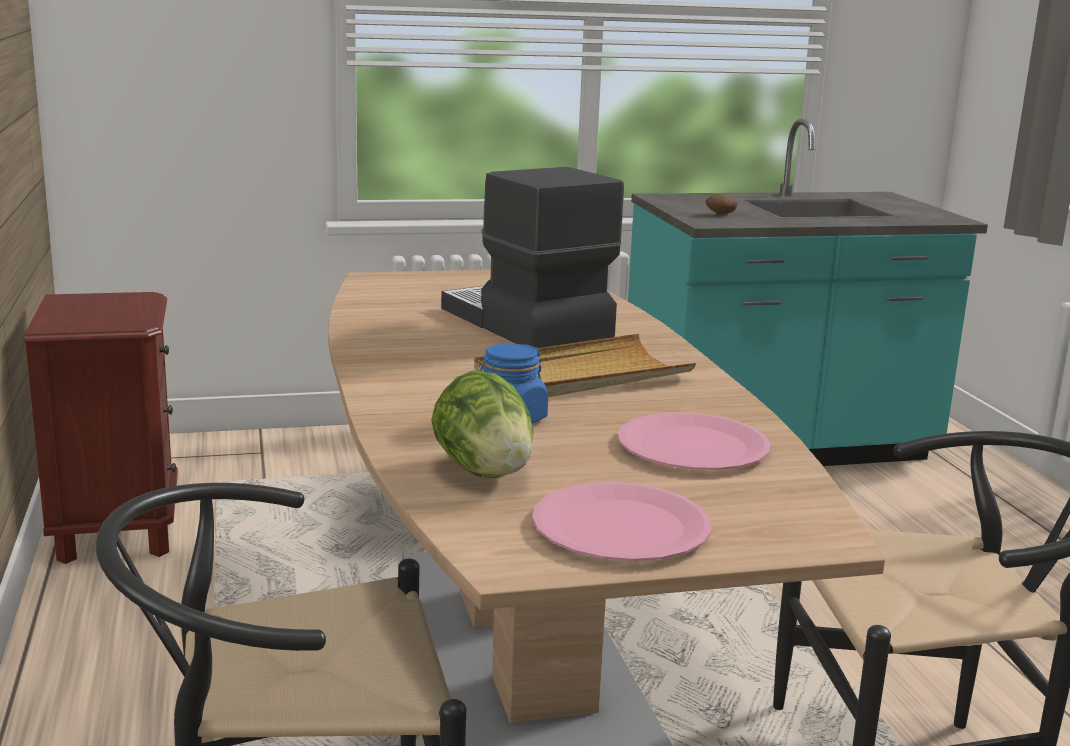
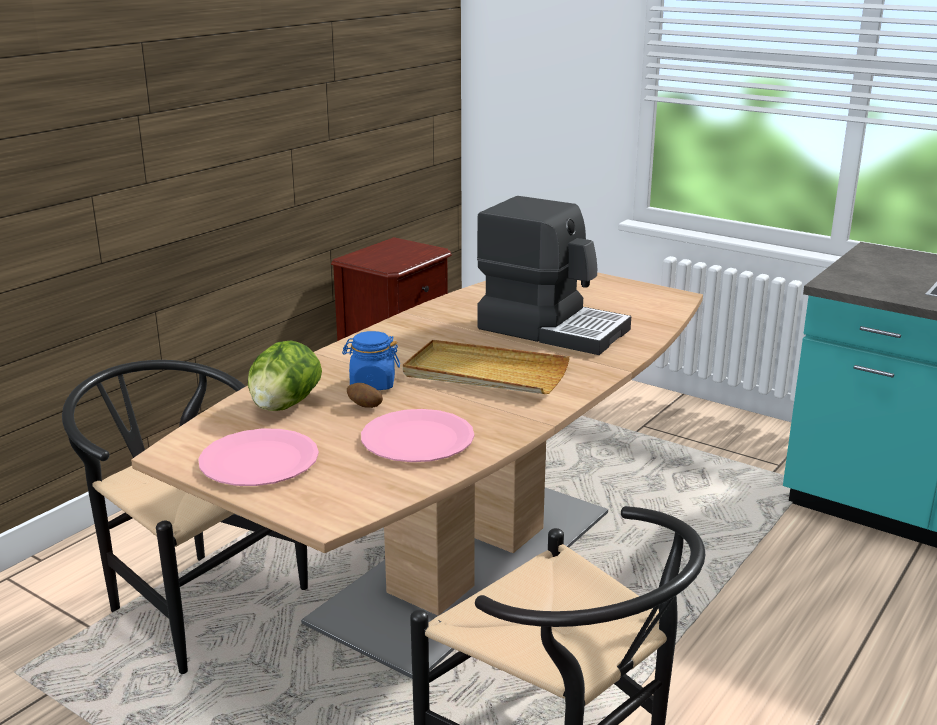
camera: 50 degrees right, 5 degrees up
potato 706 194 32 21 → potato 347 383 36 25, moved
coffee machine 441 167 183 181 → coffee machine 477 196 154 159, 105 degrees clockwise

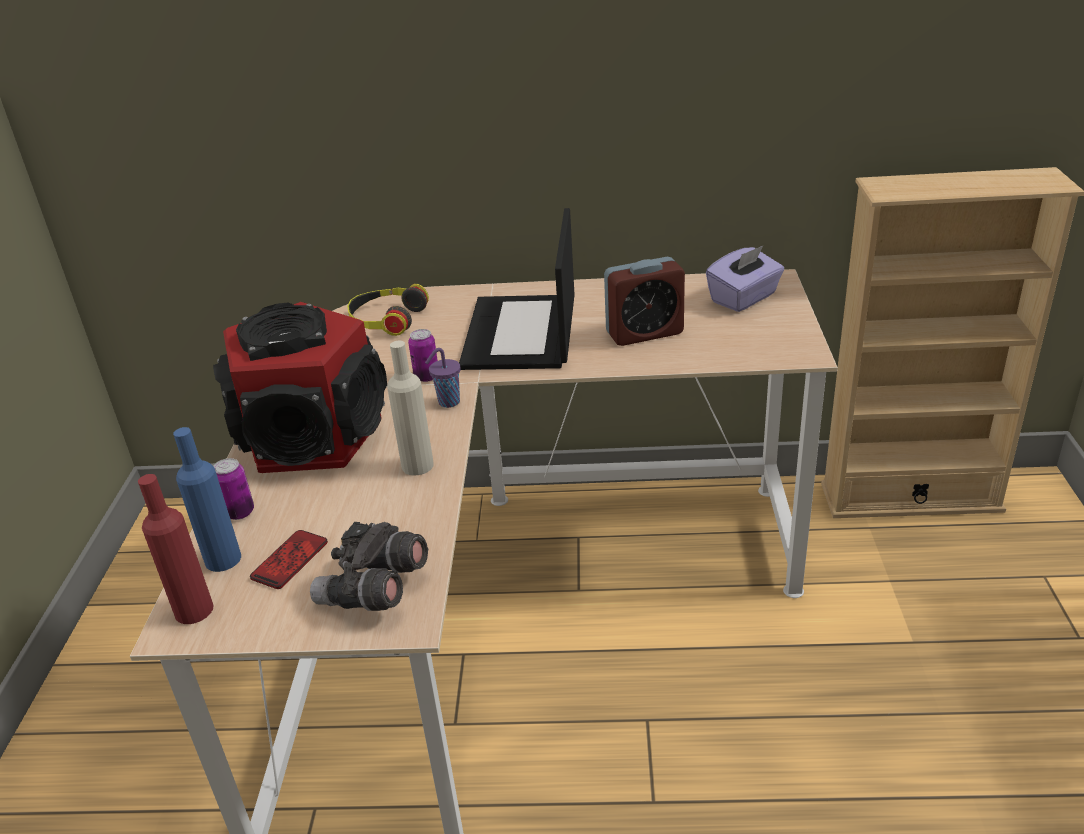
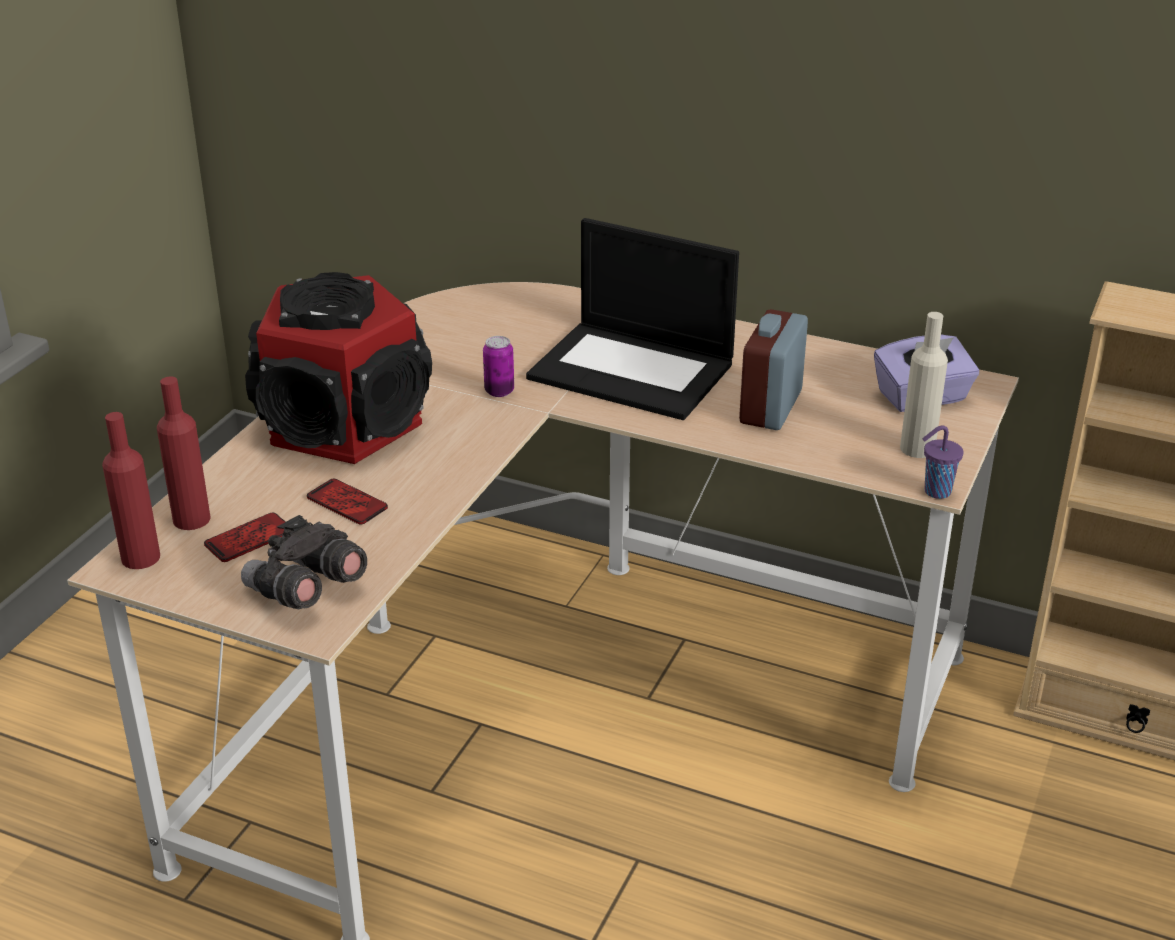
camera: 20 degrees right, 0 degrees up
can 214 458 40 62 → -
pair of headphones 347 284 82 52 → -
- → handset 307 479 81 46
bottle/beige 387 341 47 135 → bottle/beige 900 312 48 146, moved
small cup/purple 425 348 35 60 → small cup/purple 923 425 41 74, moved
bottle/blue-coloured 173 427 68 145 → bottle/reddish 157 377 53 153
notebook computer 459 208 116 162 → notebook computer 526 218 213 202, 90 degrees counterclockwise
bedside clock 604 257 81 89 → bedside clock 739 309 69 121, 105 degrees clockwise

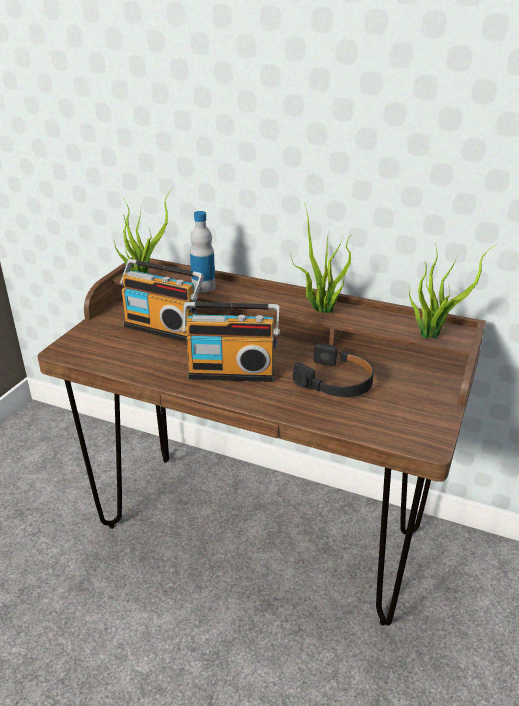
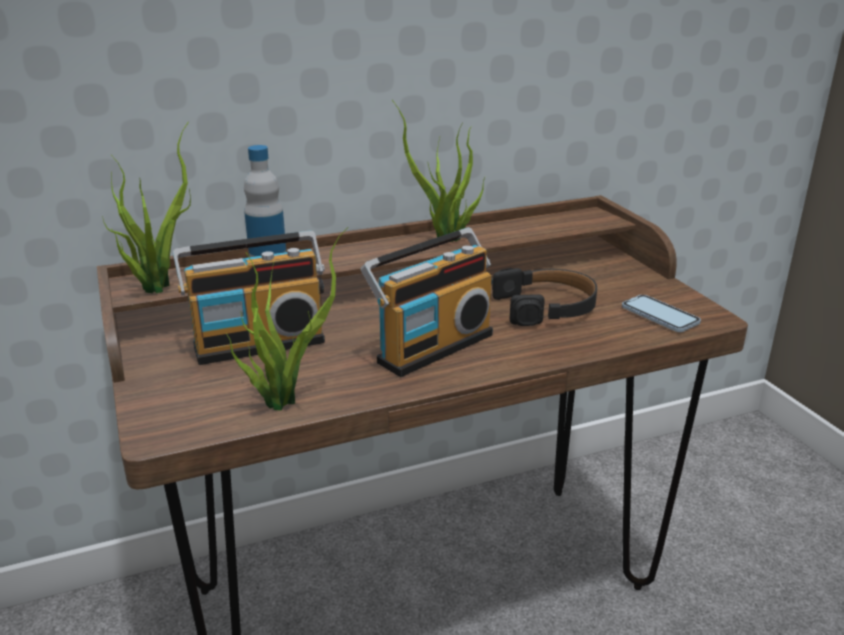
camera: 45 degrees left, 5 degrees down
- → handset 622 295 79 37
plant in a pot 409 243 87 95 → plant in a pot 226 227 122 184, moved

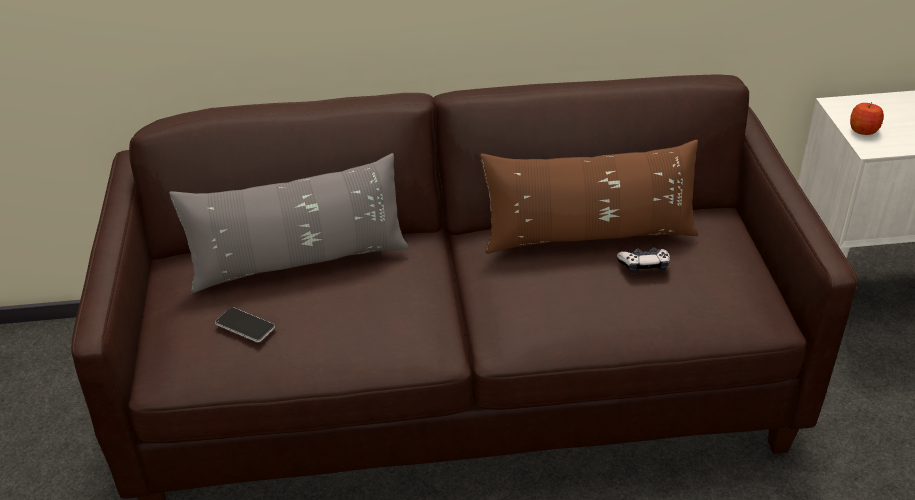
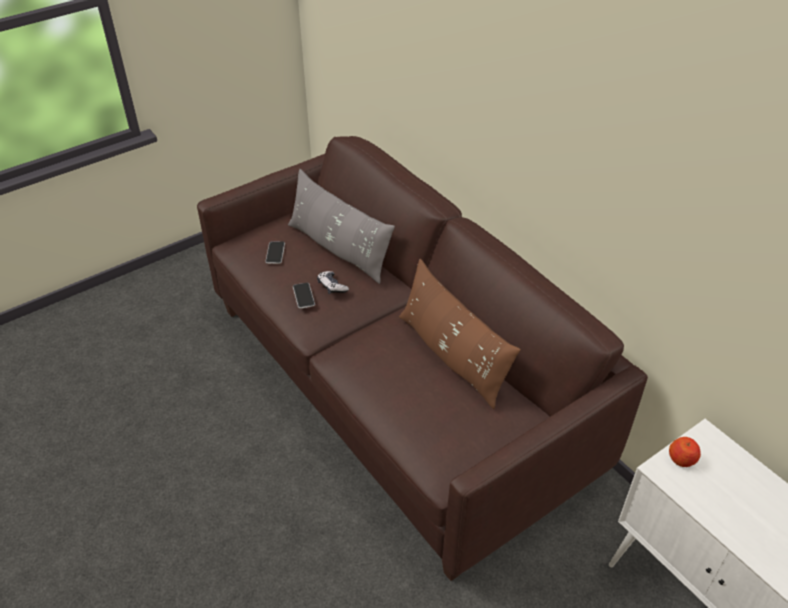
camera: 60 degrees right, 5 degrees up
- → handset 293 283 22 26
game controller 617 248 53 26 → game controller 317 271 32 23, moved

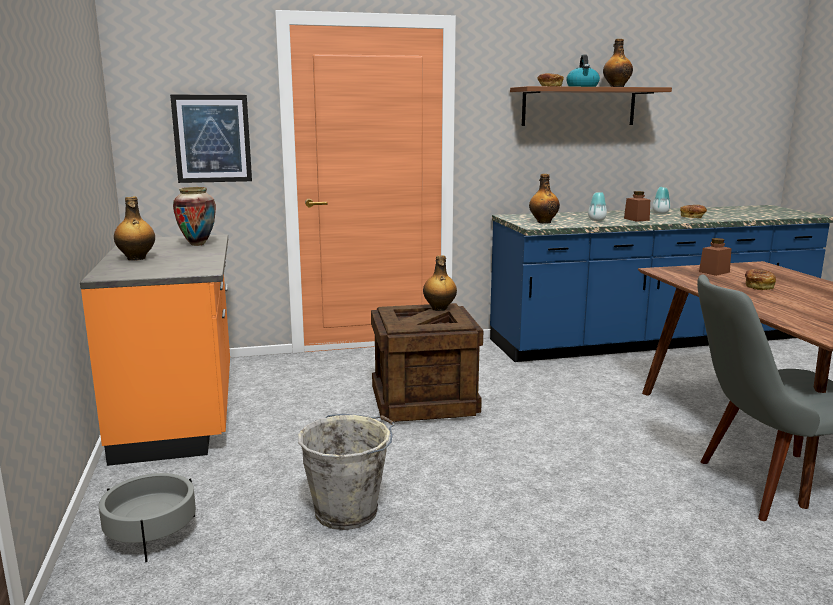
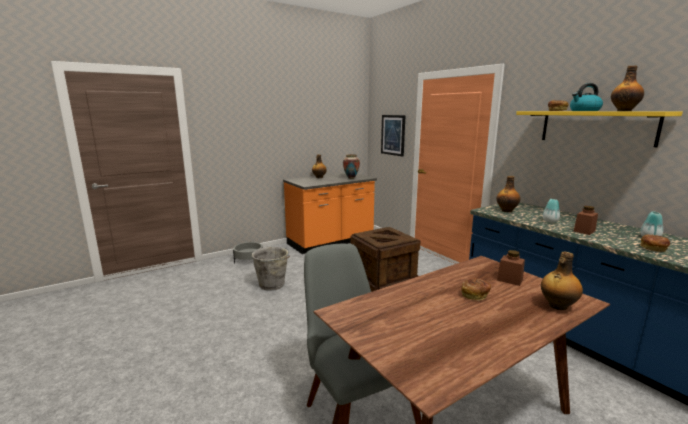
camera: 70 degrees right, 0 degrees up
bottle 423 256 34 55 → bottle 541 251 42 59, moved
bracket shelf/brownish 510 86 162 40 → bracket shelf/yellow-coloured 516 111 167 36

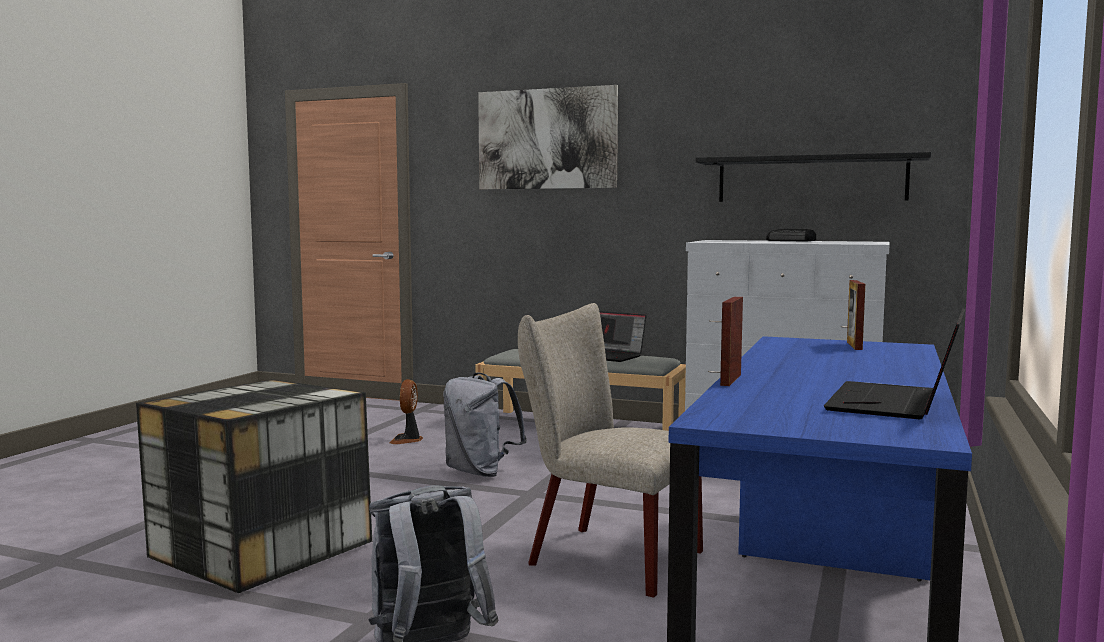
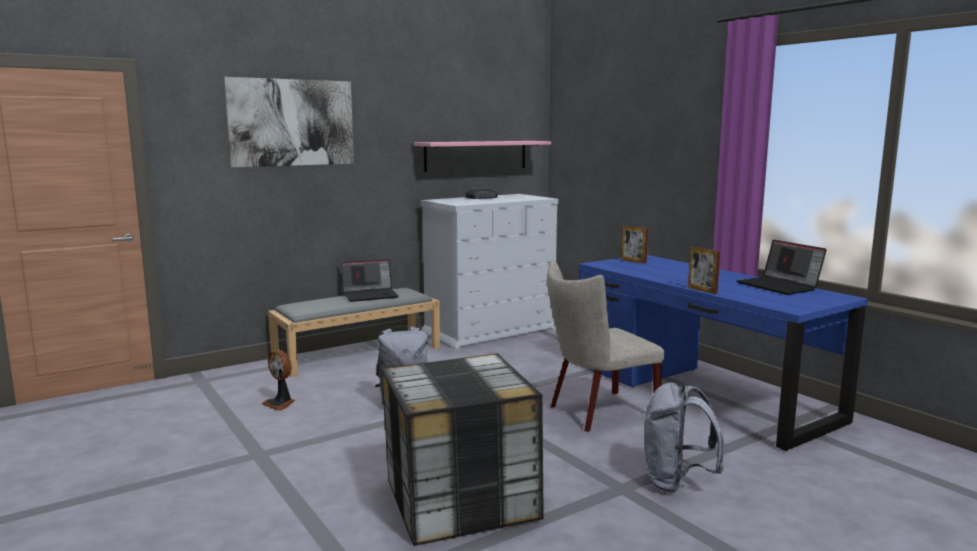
camera: 55 degrees left, 5 degrees up
bracket shelf/black 695 152 236 50 → bracket shelf/pink-coloured 414 141 137 31

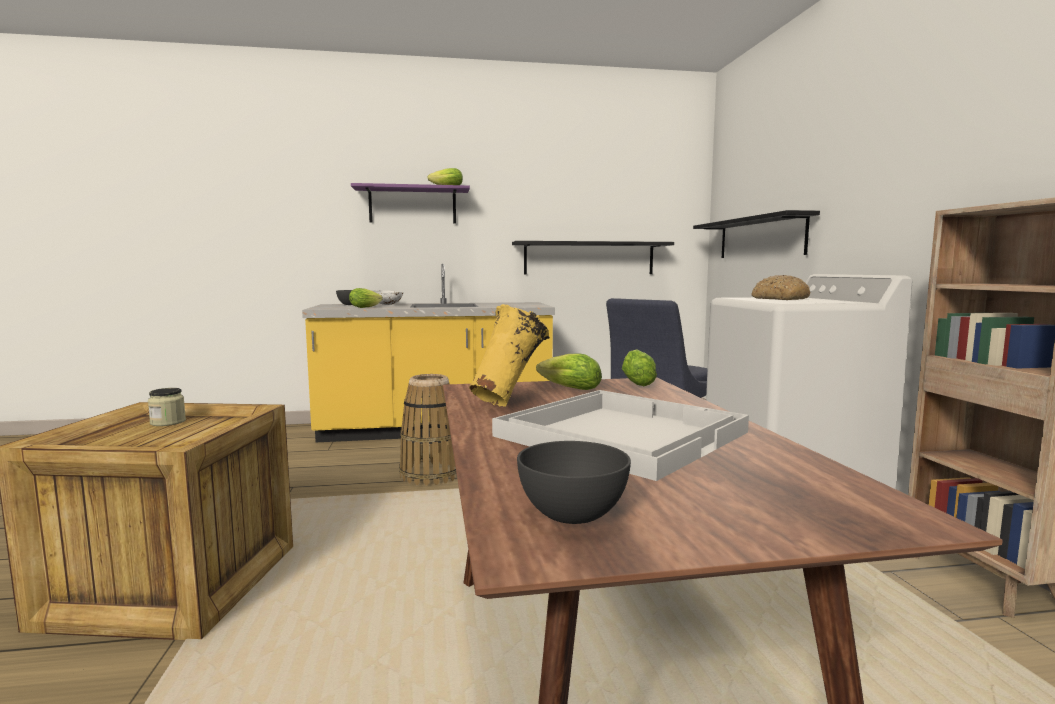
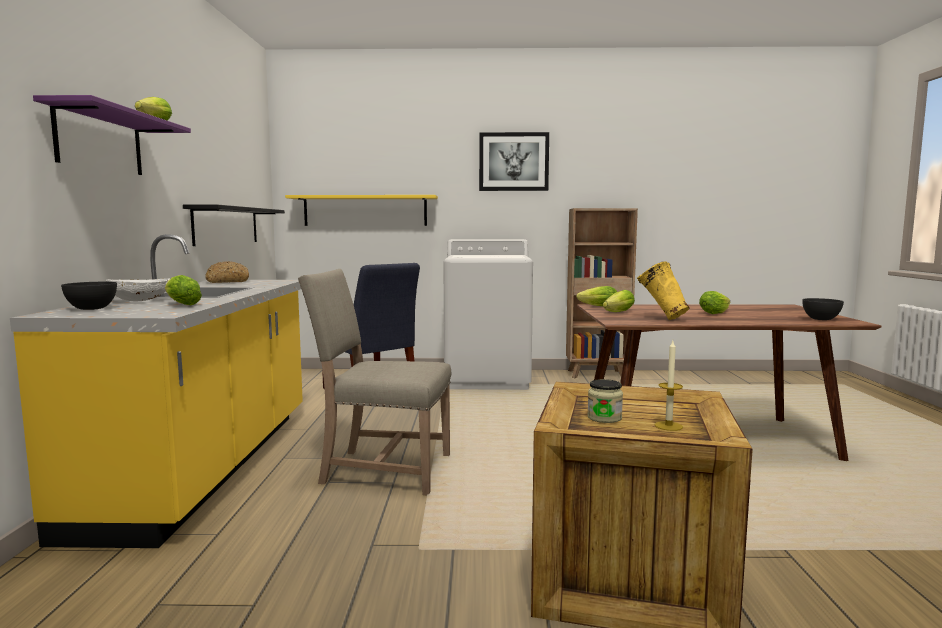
camera: 80 degrees left, 0 degrees up
- → wall picture 479 132 70 59
- → candle 655 341 28 90
bakery bread 751 275 60 25 → bakery bread 205 261 44 22, moved
basket 399 374 57 112 → plain chair/beige 298 269 153 226
tray/whitish 492 390 257 91 → lettuce head 699 291 31 23
bracket shelf/black 693 210 127 48 → bracket shelf/yellow-coloured 285 195 153 31

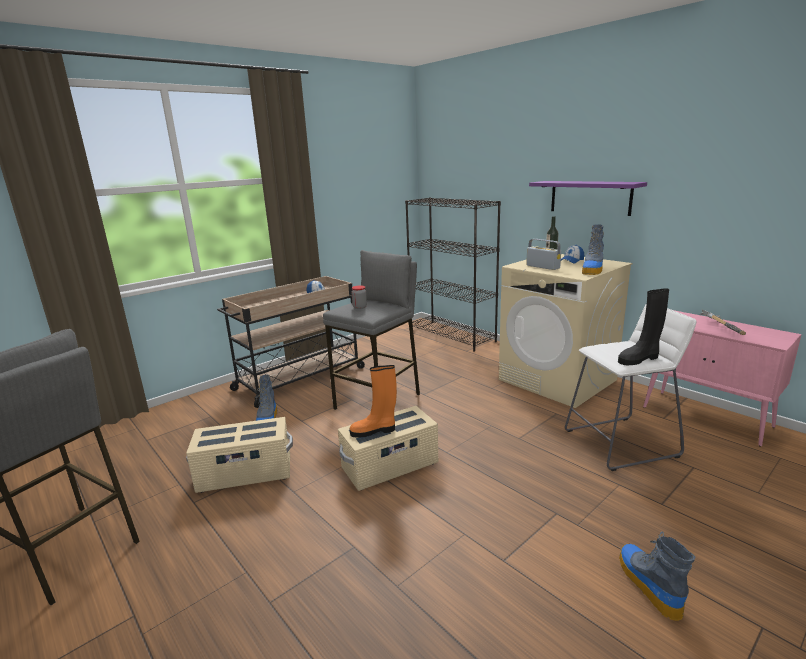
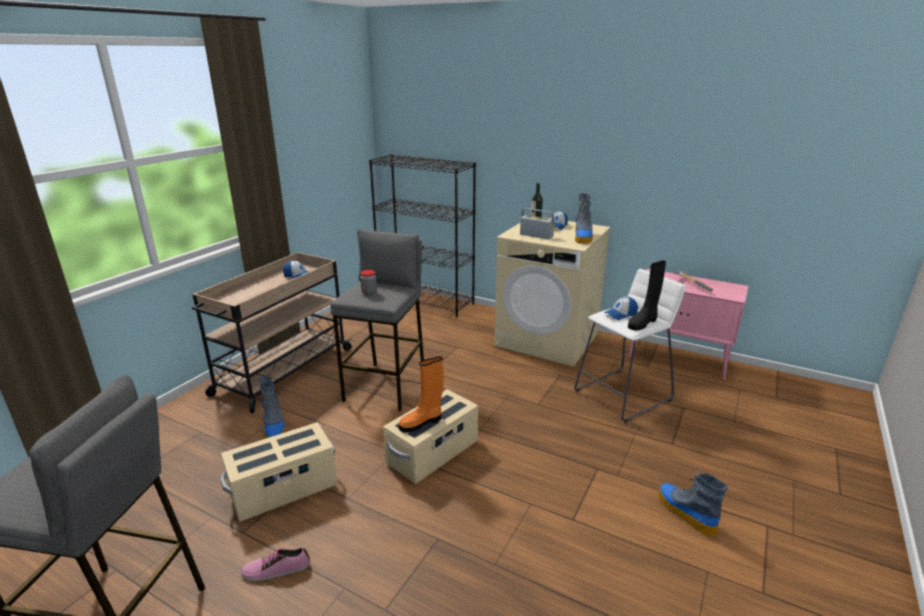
camera: 20 degrees left, 5 degrees up
bracket shelf/purple 529 181 118 35 → -
- → item of footwear 241 547 69 34
- → cap 604 297 34 23

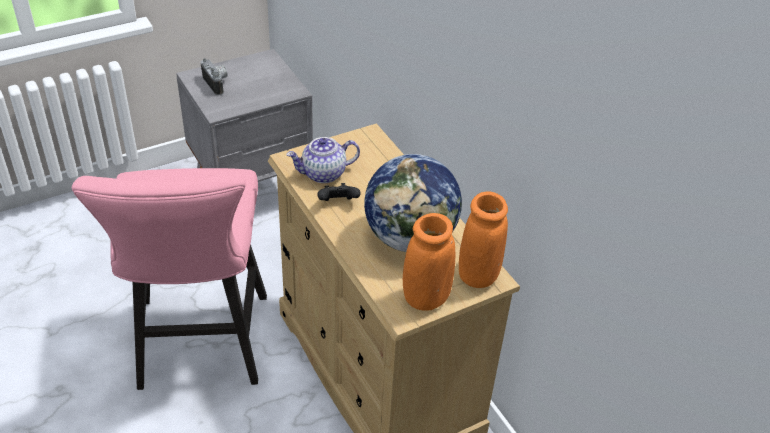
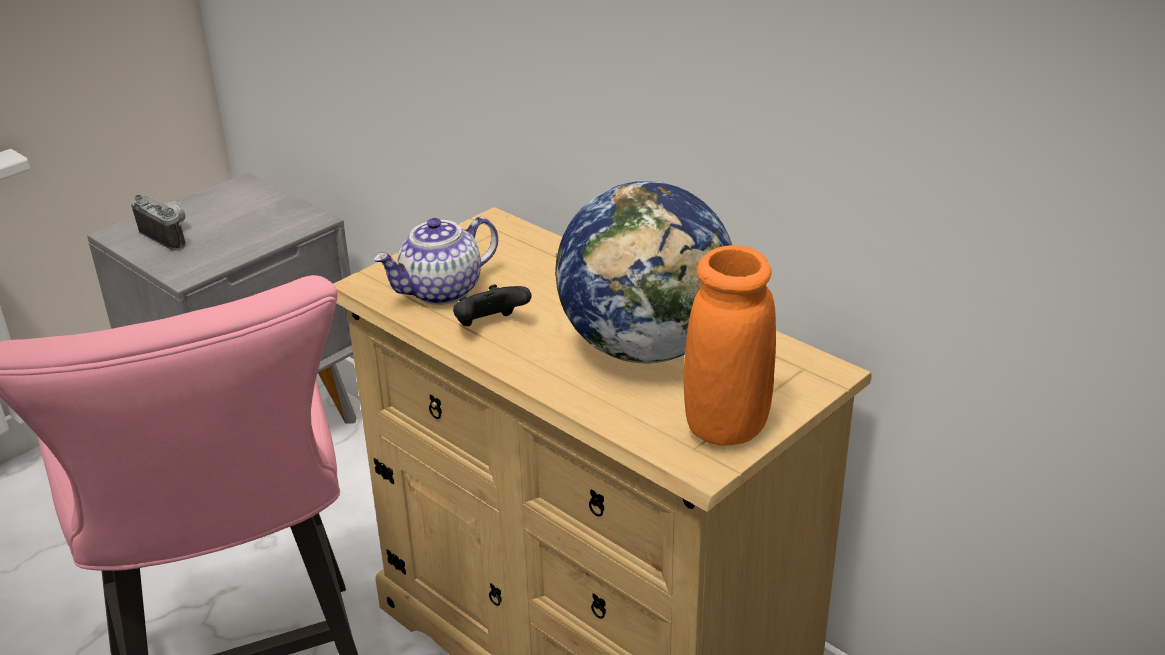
camera: 15 degrees left, 10 degrees down
flower vase/orange 459 191 49 97 → -

